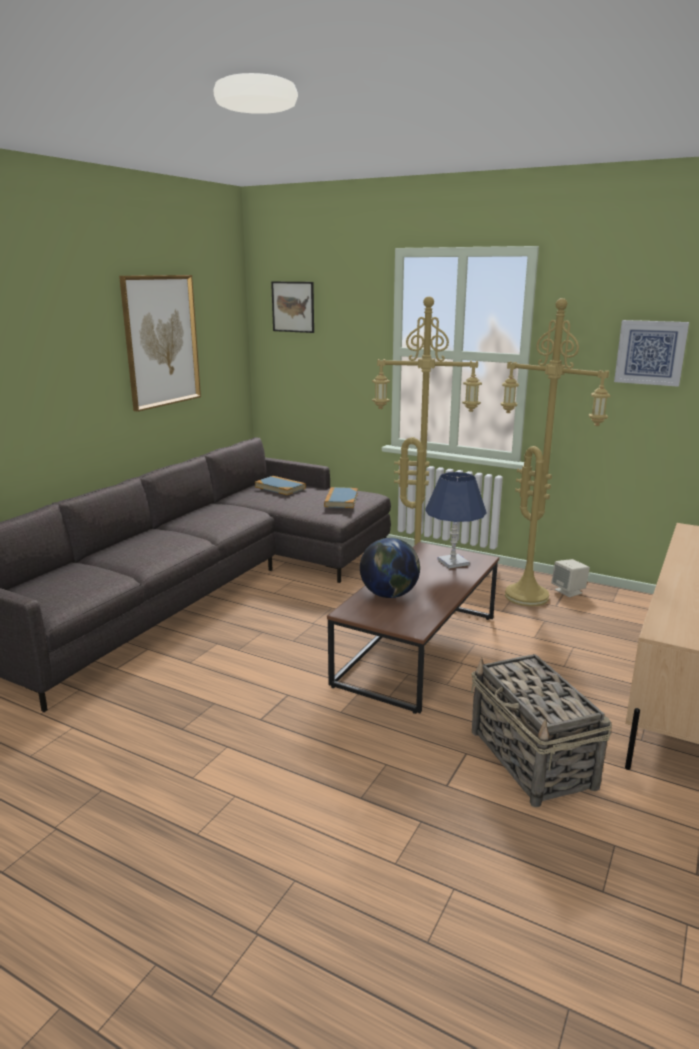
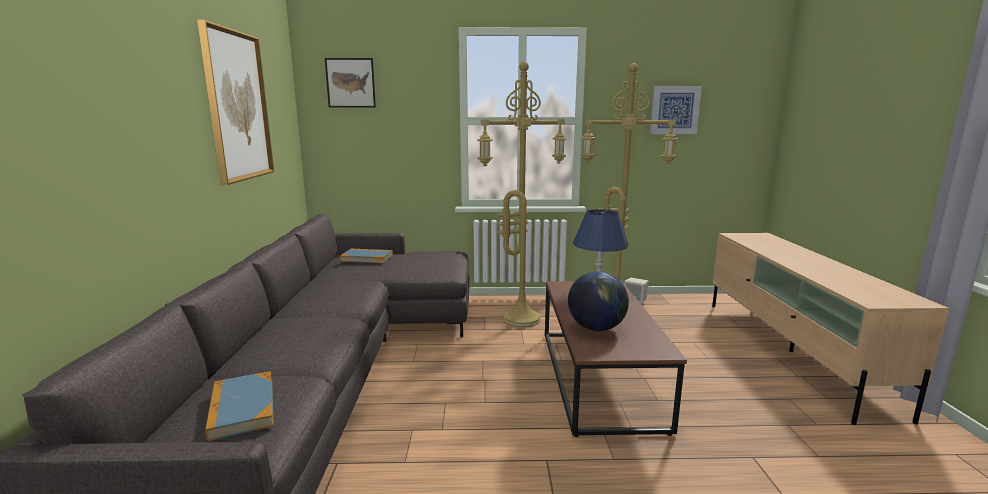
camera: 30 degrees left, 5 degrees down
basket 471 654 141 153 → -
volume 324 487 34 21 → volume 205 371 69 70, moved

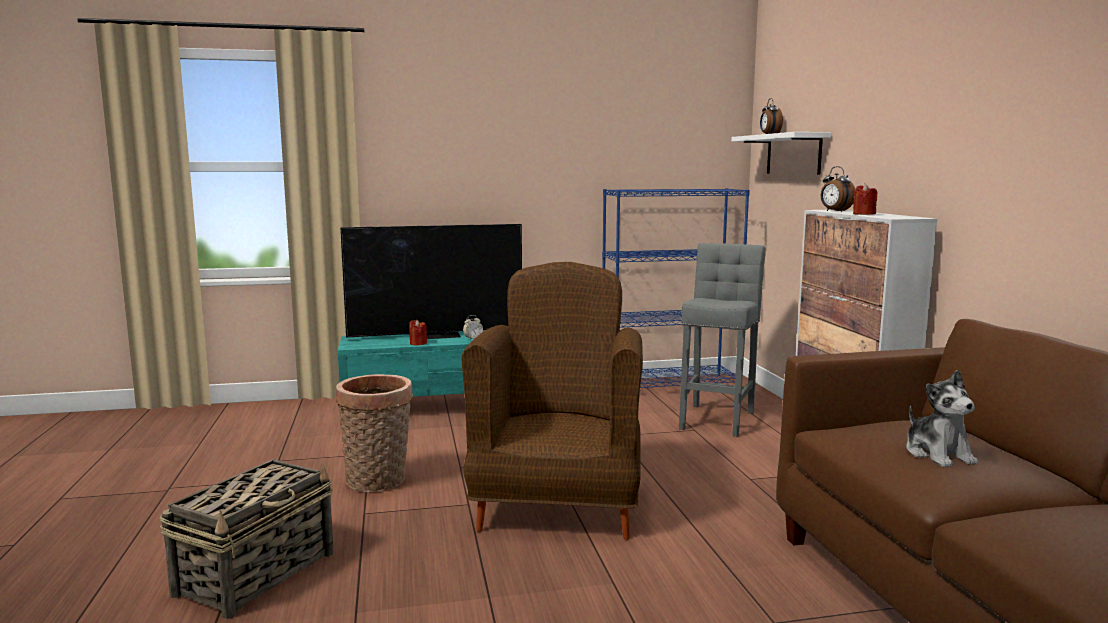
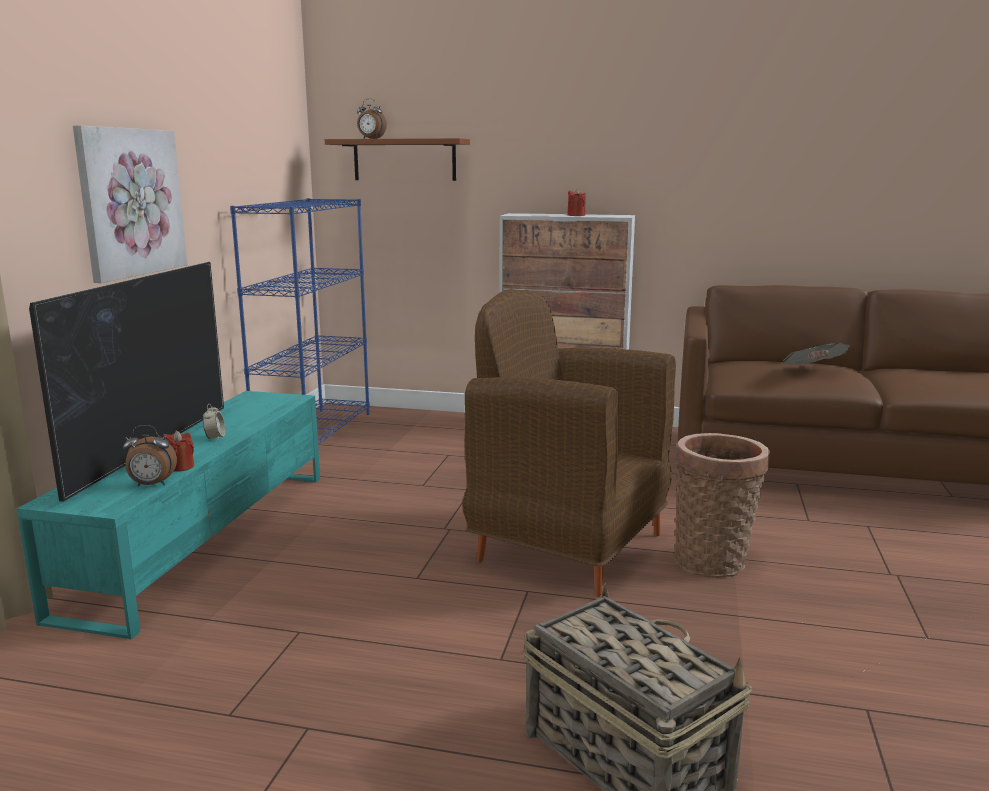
camera: 65 degrees left, 5 degrees up
stool/greyish 679 243 87 194 → -
- → wall picture 73 125 115 158
basket 336 374 77 118 → basket 675 433 95 145, moved
bedside clock 821 166 34 46 → bedside clock 123 425 54 61, moved
soft toy 906 370 72 97 → printed paper 781 343 69 22
bracket shelf/whitish 731 132 100 43 → bracket shelf/brownish 325 138 145 43

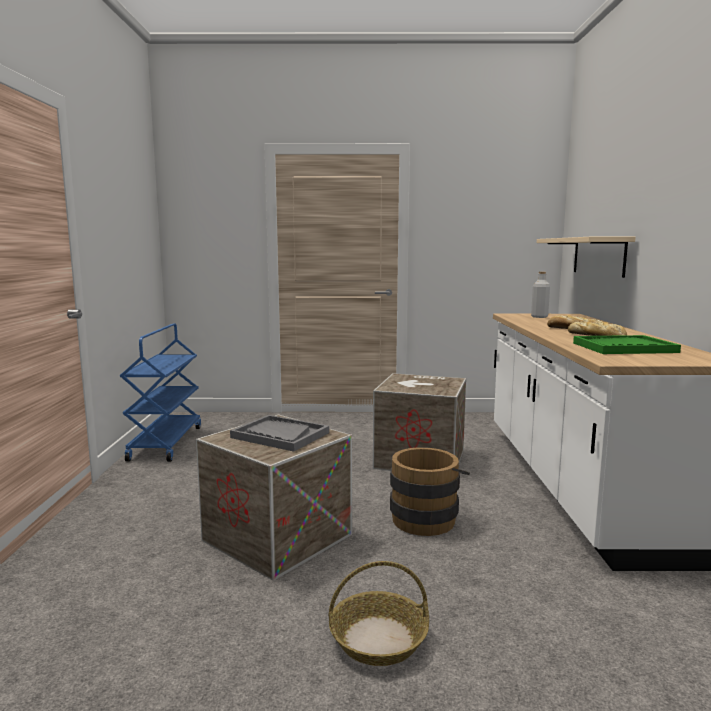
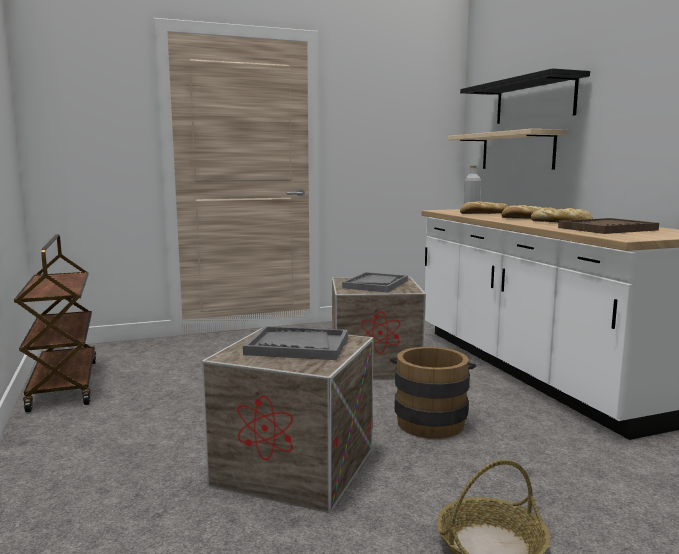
camera: 20 degrees left, 0 degrees up
- → tray/greyish 342 272 66 21
- → bracket shelf/black 460 68 130 56
- → bakery bread 460 201 49 13
trolley/blue-coloured 120 323 81 139 → trolley/brownish 14 234 82 178
tray/green 573 335 108 19 → tray/brownish 558 218 101 16

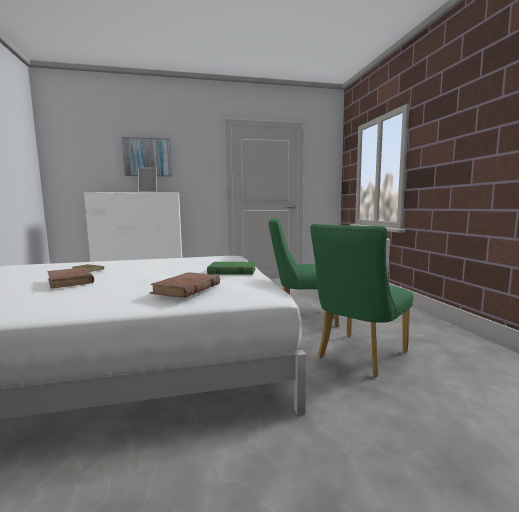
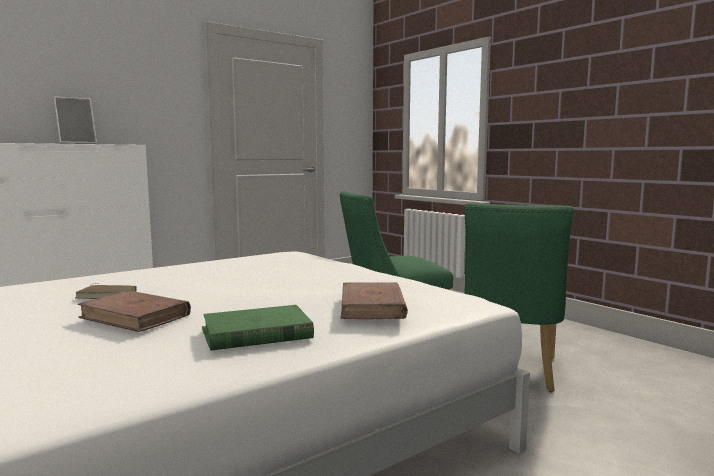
camera: 25 degrees left, 0 degrees up
wall picture 122 137 50 39 → -
volume/green 207 262 49 13 → volume/green 202 305 112 46, moved

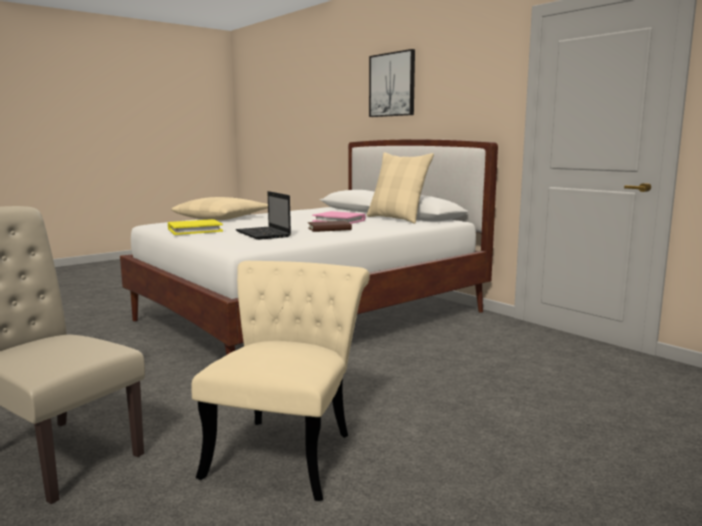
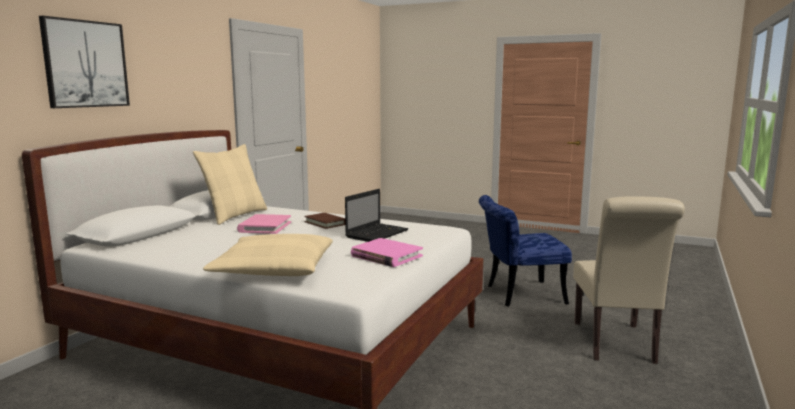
camera: 115 degrees left, 0 degrees up
volume/yellow-coloured 168 219 55 16 → volume/pink-coloured 351 238 72 29
plain chair/beige 192 261 178 240 → plain chair/blue-coloured 479 195 93 112

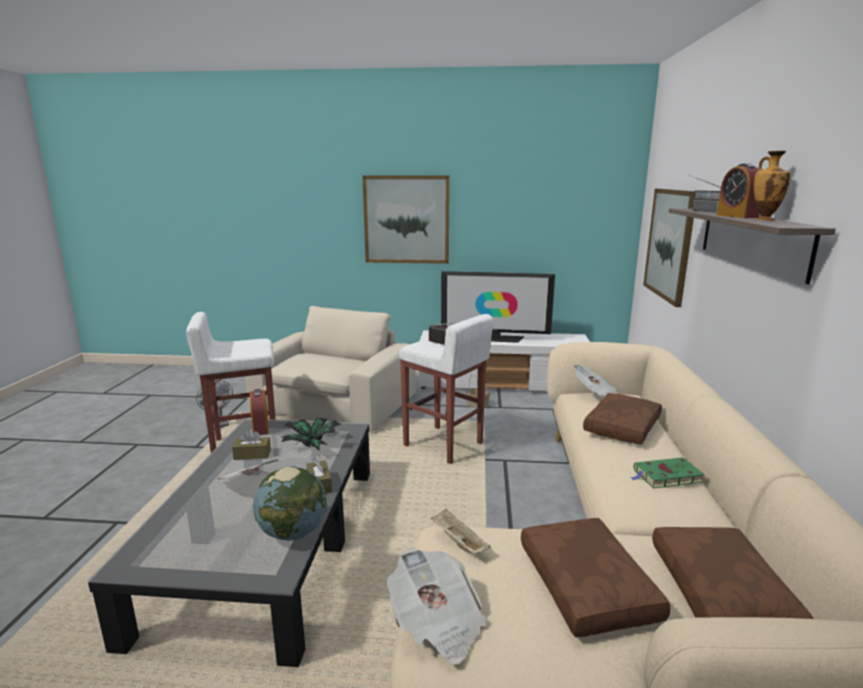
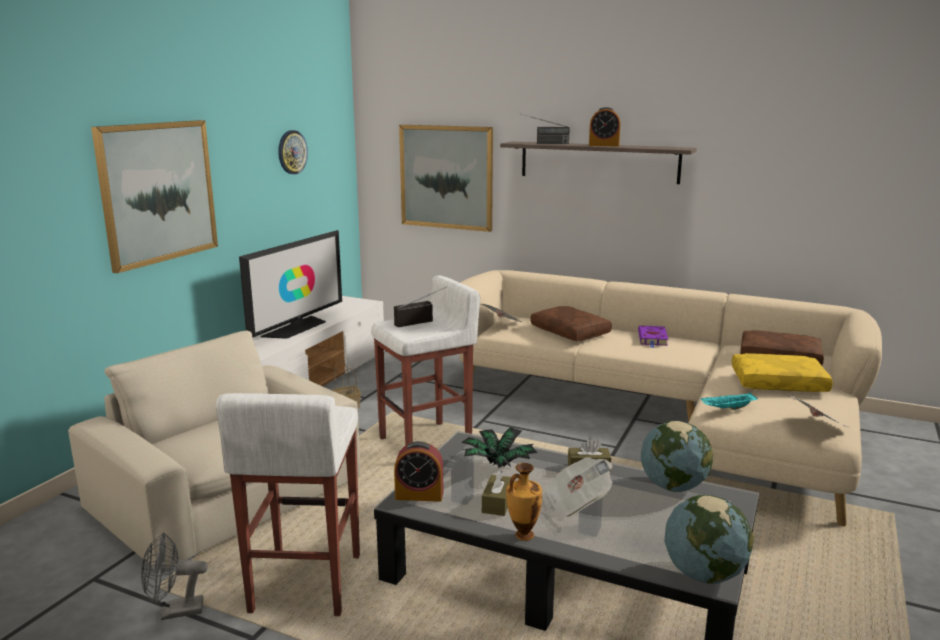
camera: 70 degrees left, 0 degrees up
- → clock on the wall 278 130 30 44
- → world globe 664 495 90 89
flower vase 754 151 37 69 → flower vase 506 463 36 78, moved
tray/beige 431 508 60 46 → tray/blue-green 701 392 57 18
throw pillow/brownish 521 518 150 119 → throw pillow/yellow-coloured 732 353 101 39
volume/green 630 457 75 31 → volume/purple 638 325 30 23

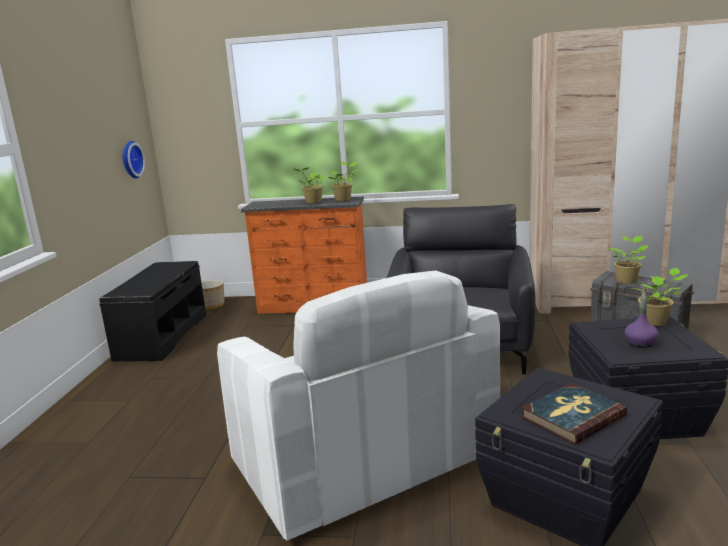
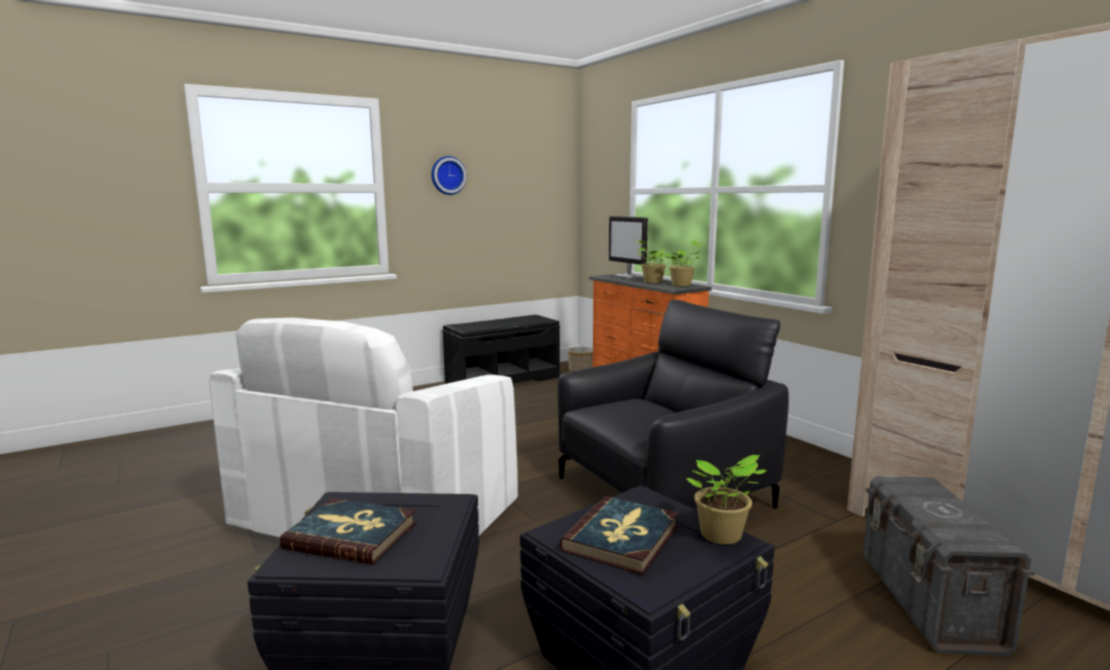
camera: 50 degrees right, 5 degrees down
plant in a pot 608 235 40 49 → -
- → computer display 609 216 39 62
clock on the wall 123 141 22 37 → clock on the wall 431 156 36 39, moved
bottle/purple 625 288 34 60 → volume 560 496 118 79

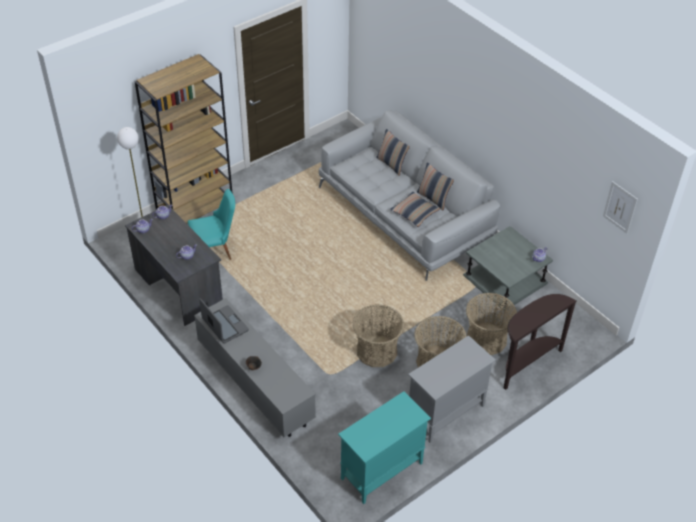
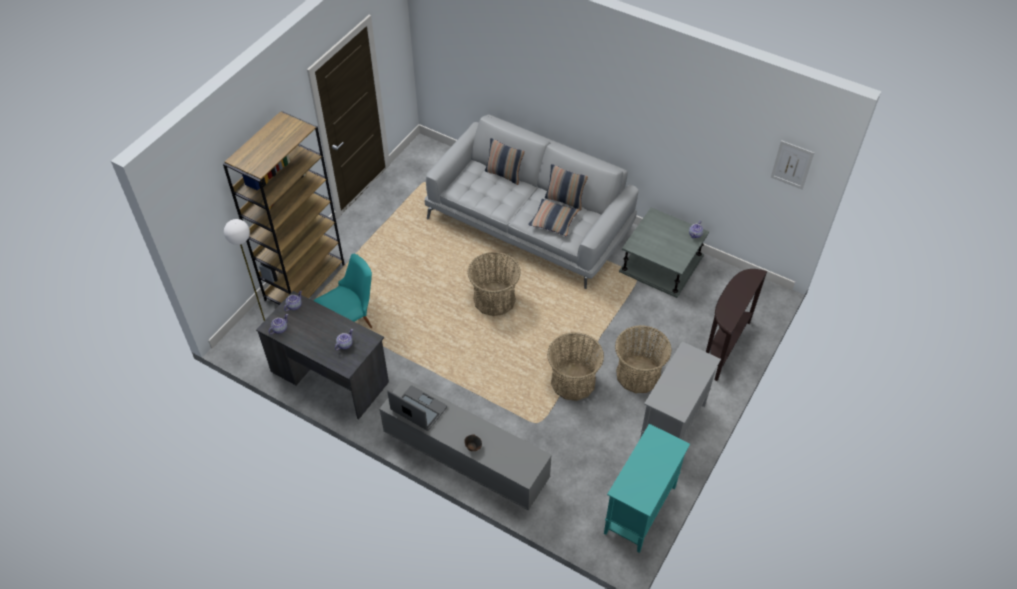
camera: 20 degrees left, 5 degrees up
basket 466 293 51 62 → basket 468 252 53 64, moved

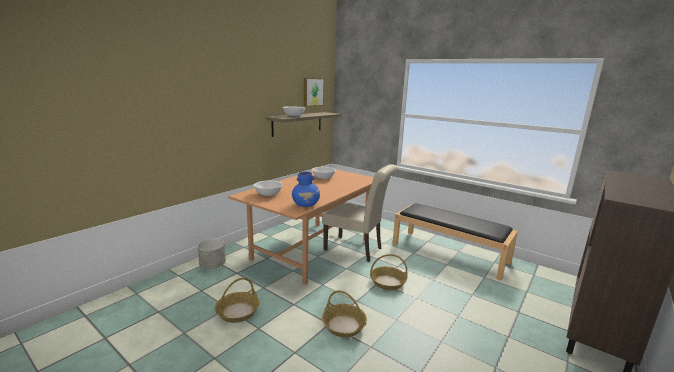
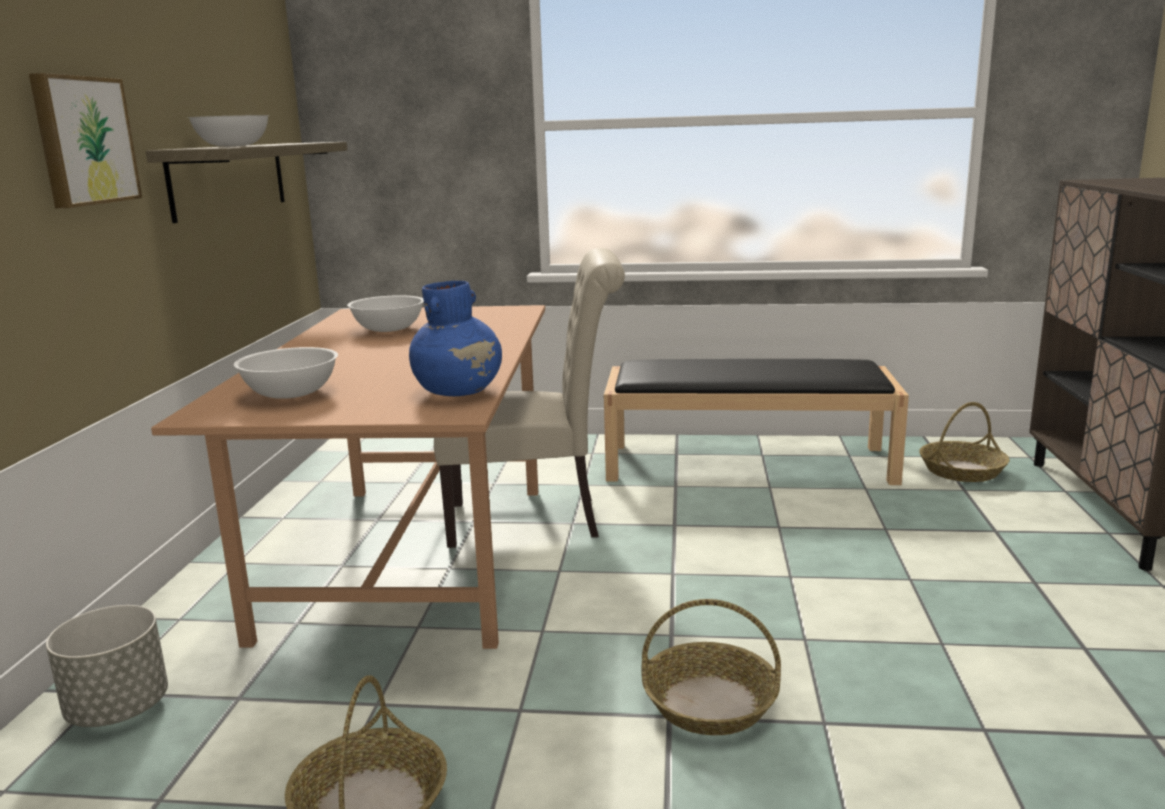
camera: 30 degrees left, 0 degrees up
wall picture 304 78 20 29 → wall picture 29 73 113 135, moved
basket 370 254 38 36 → basket 919 402 91 80, moved

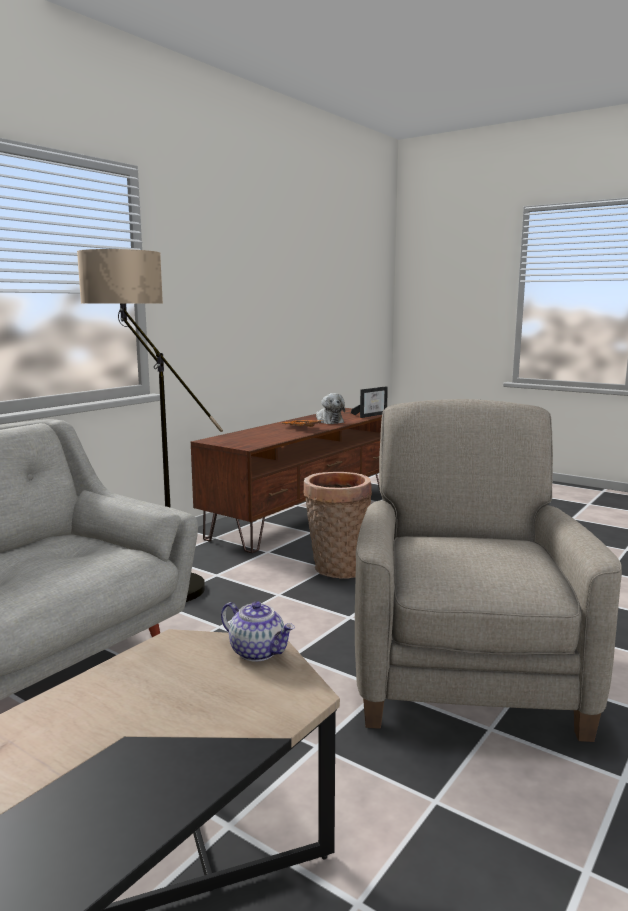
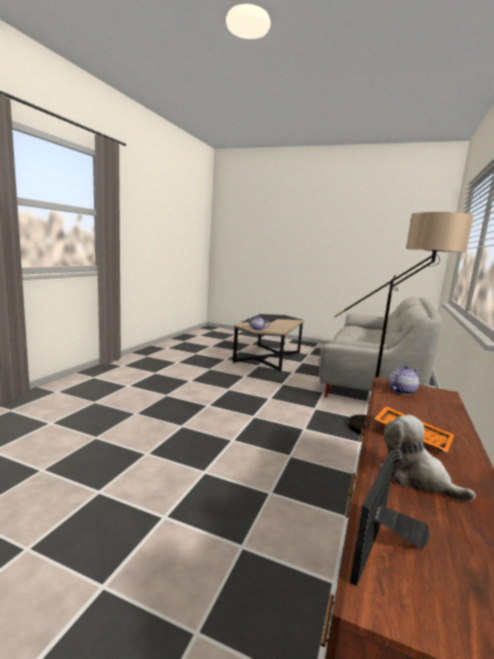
camera: 165 degrees right, 0 degrees up
basket 303 472 69 107 → -
easy chair/beige 355 399 267 343 → -
- → tea pot 389 366 30 29

